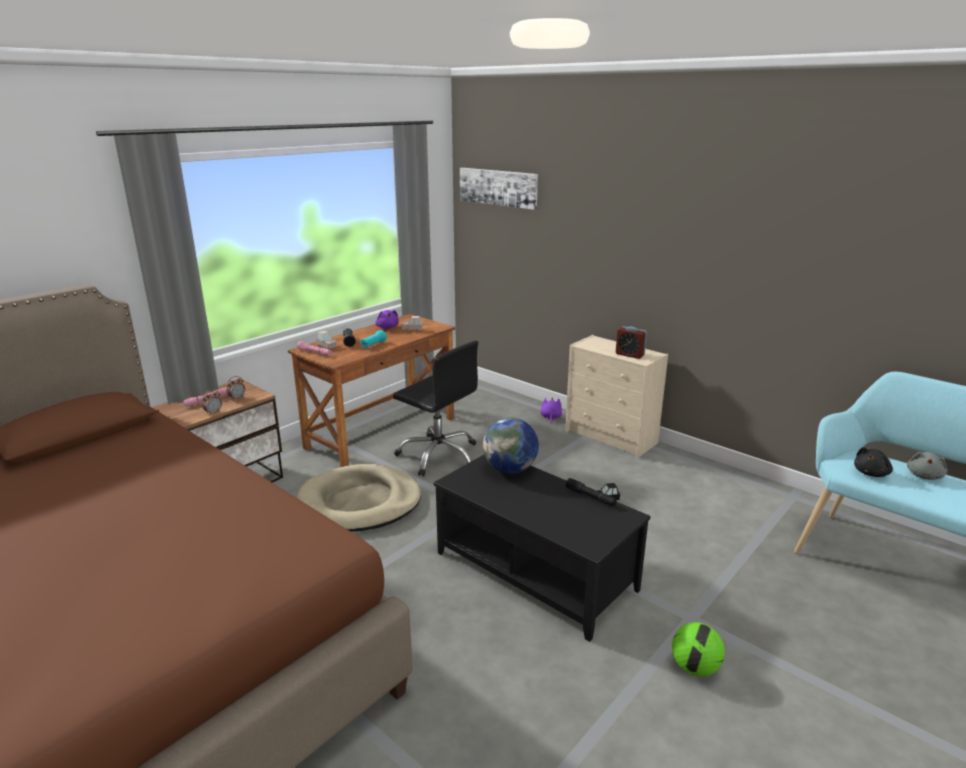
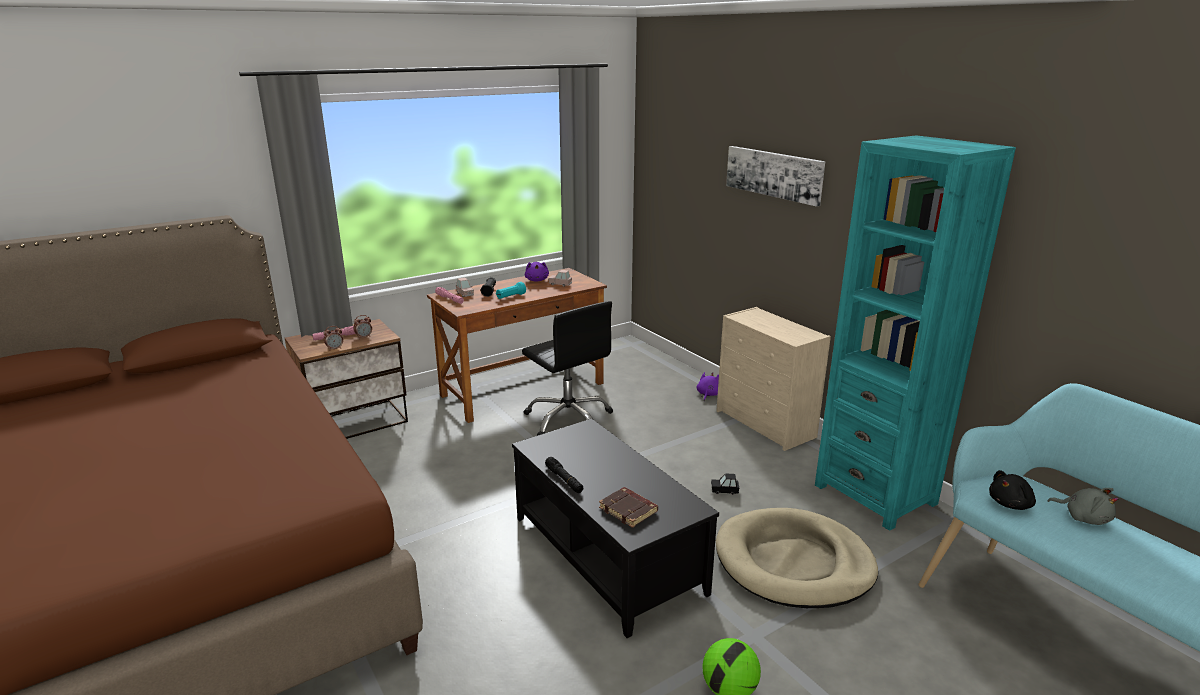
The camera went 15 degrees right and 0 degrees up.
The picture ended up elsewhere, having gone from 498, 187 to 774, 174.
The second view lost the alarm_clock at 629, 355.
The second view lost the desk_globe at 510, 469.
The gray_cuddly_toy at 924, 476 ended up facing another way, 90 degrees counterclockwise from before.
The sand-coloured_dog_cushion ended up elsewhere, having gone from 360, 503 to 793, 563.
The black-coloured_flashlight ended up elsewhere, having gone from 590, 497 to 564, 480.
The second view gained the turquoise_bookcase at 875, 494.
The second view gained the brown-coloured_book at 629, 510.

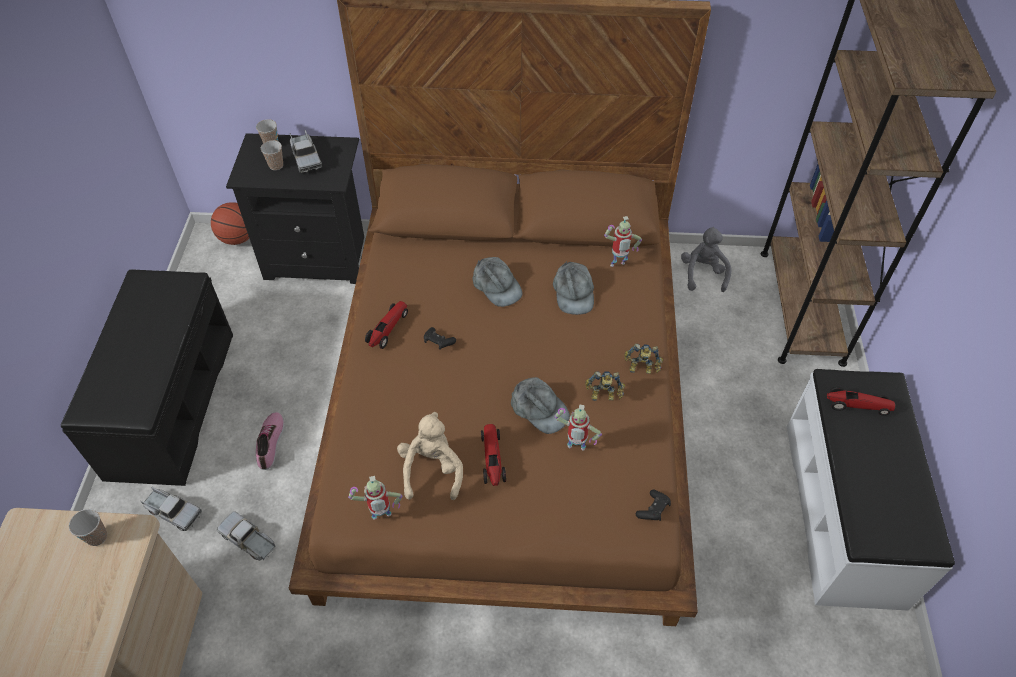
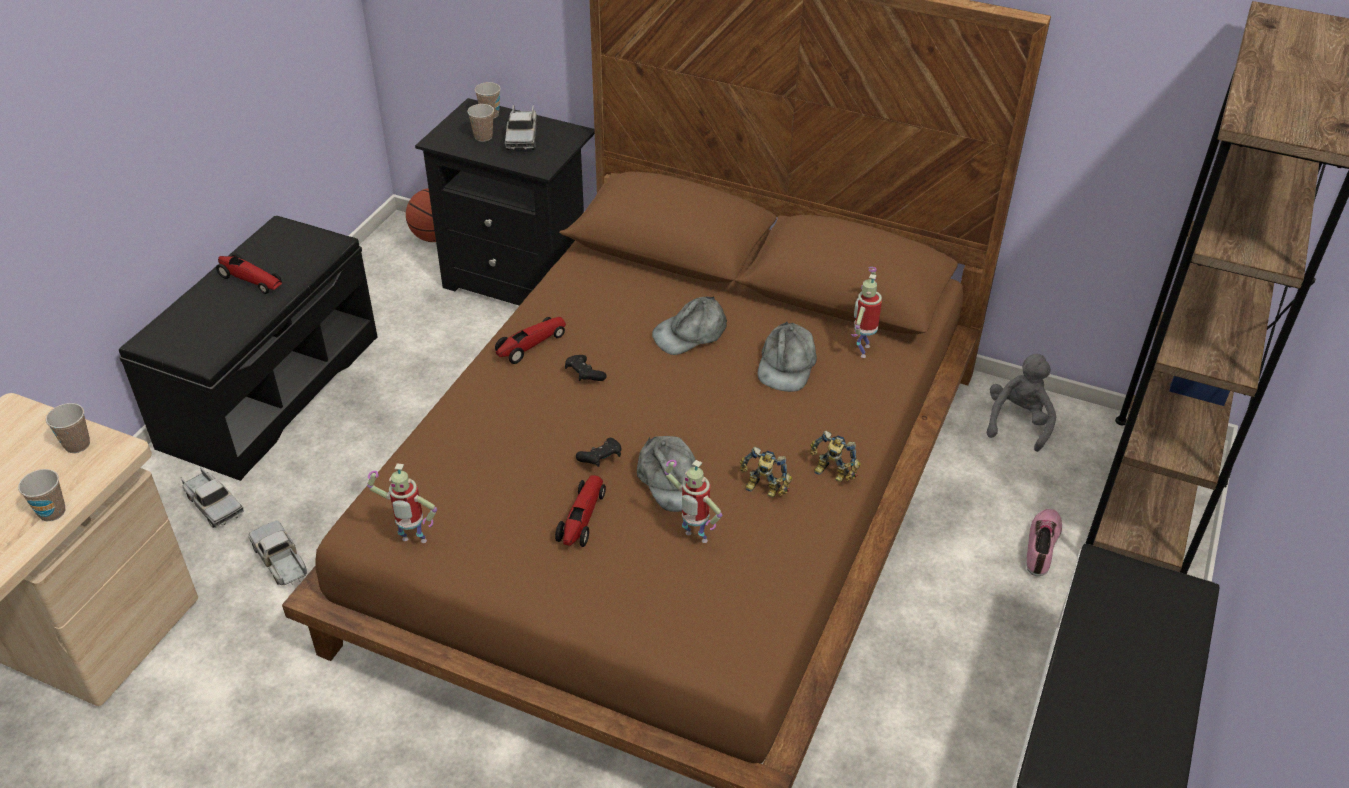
The camera went 20 degrees right and 10 degrees down.
The toy_robot at 618, 266 ended up facing another way, 105 degrees clockwise from before.
The gray_peaked_cap at 496, 286 ended up facing another way, 75 degrees clockwise from before.
The model_car ended up elsewhere, having gone from 857, 405 to 250, 280.
The low_shoe ended up elsewhere, having gone from 271, 442 to 1043, 545.
The second view lost the sand-coloured_cuddly_toy at 432, 469.
The black-coloured_game_controller ended up elsewhere, having gone from 653, 510 to 601, 459.
The second view gained the drinking_cup at 52, 512.

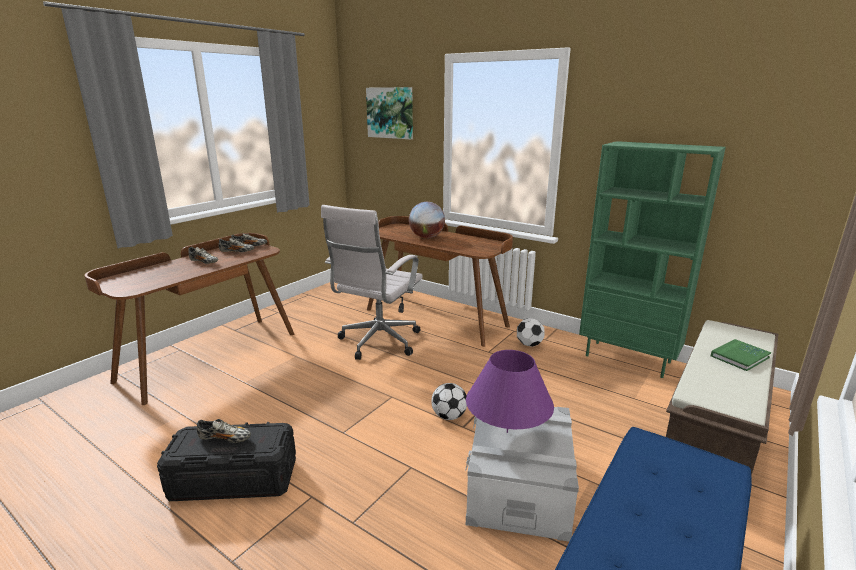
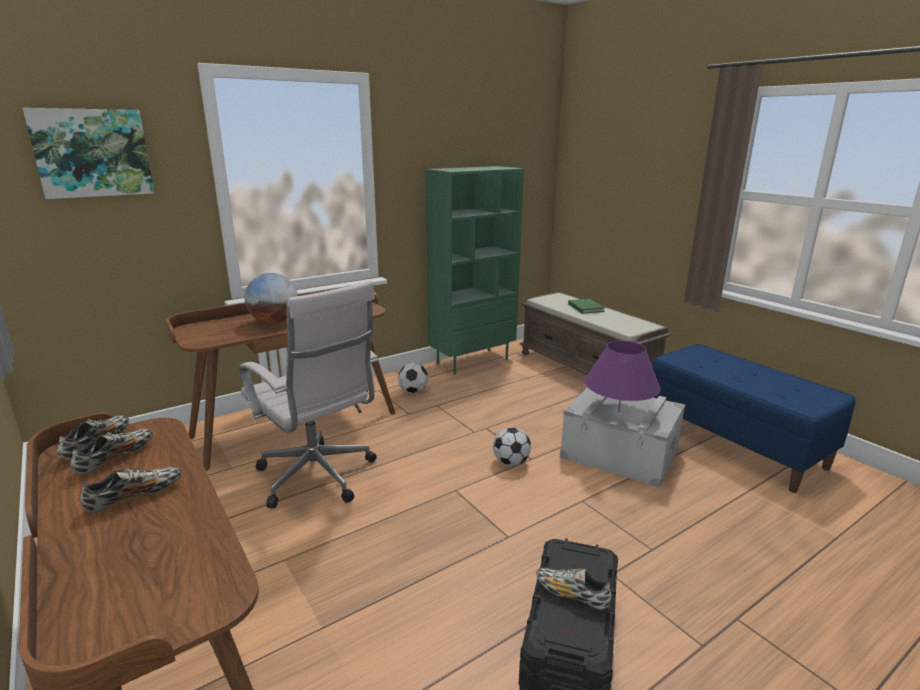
The camera went 70 degrees left and 0 degrees up.
The low_shoe at 225, 439 ended up facing another way, 90 degrees counterclockwise from before.

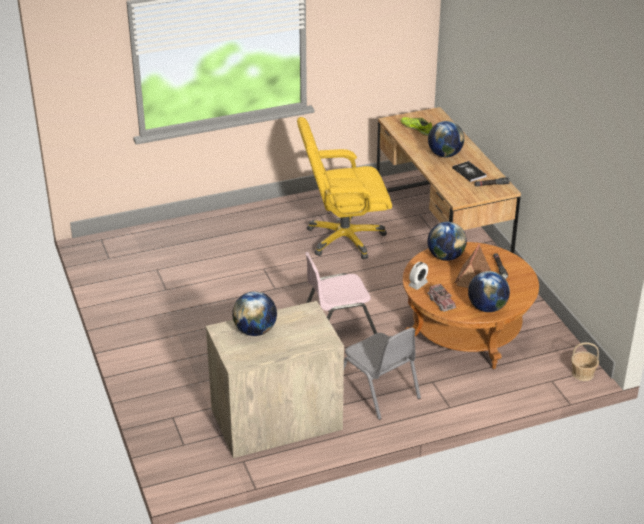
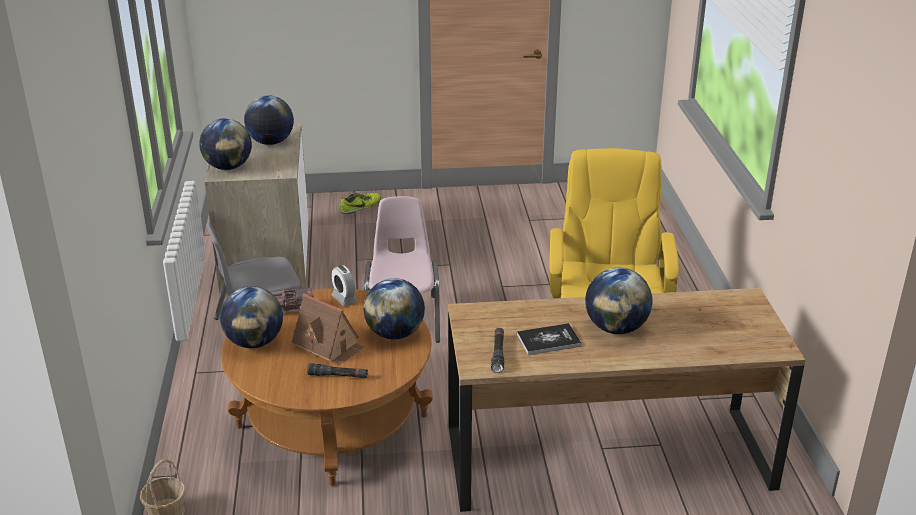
The camera went 105 degrees right and 5 degrees down.
The low_shoe ended up elsewhere, having gone from 416, 129 to 361, 207.
The second view gained the desk_globe at 228, 167.

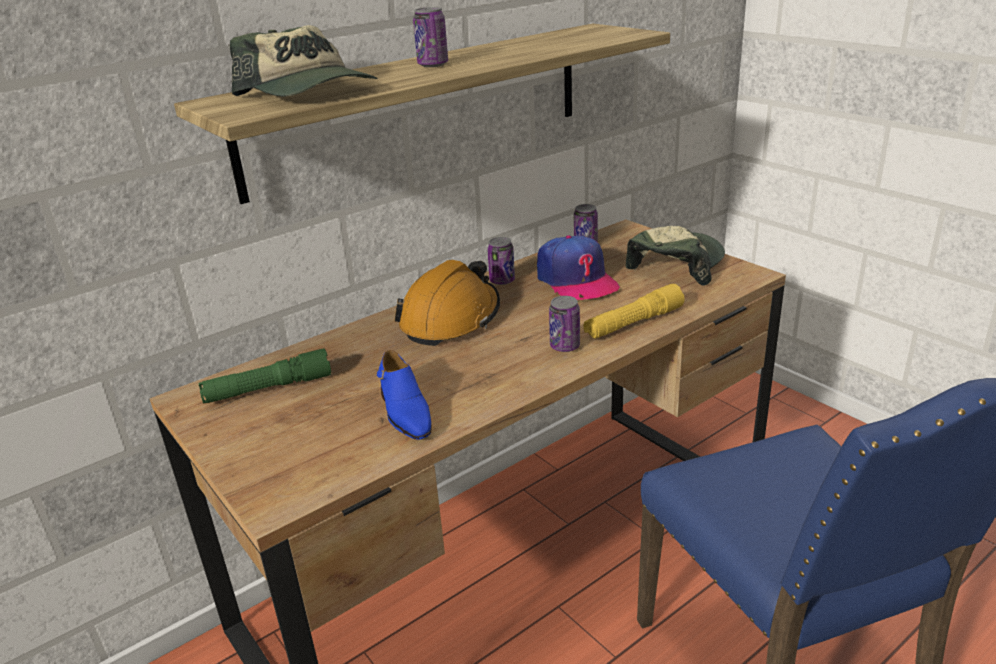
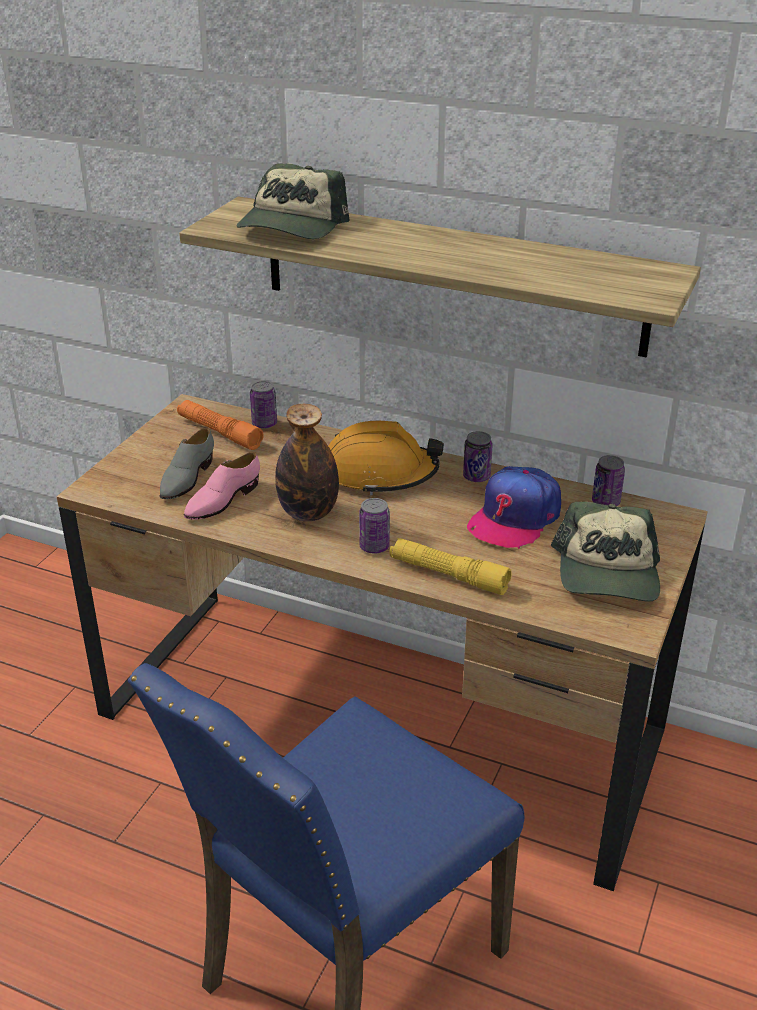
The camera went 60 degrees right and 5 degrees up.
The can ended up elsewhere, having gone from 433, 65 to 264, 424.
The peaked_cap at 676, 265 ended up facing another way, 90 degrees clockwise from before.
What was the green-coloured_flashlight at 268, 389 turned into the orange_flashlight at 219, 432.
What was the blue_low_shoe at 405, 412 turned into the pinkish_low_shoe at 222, 500.
The second view gained the drink_bottle at 308, 513.
The second view gained the gray_low_shoe at 186, 478.

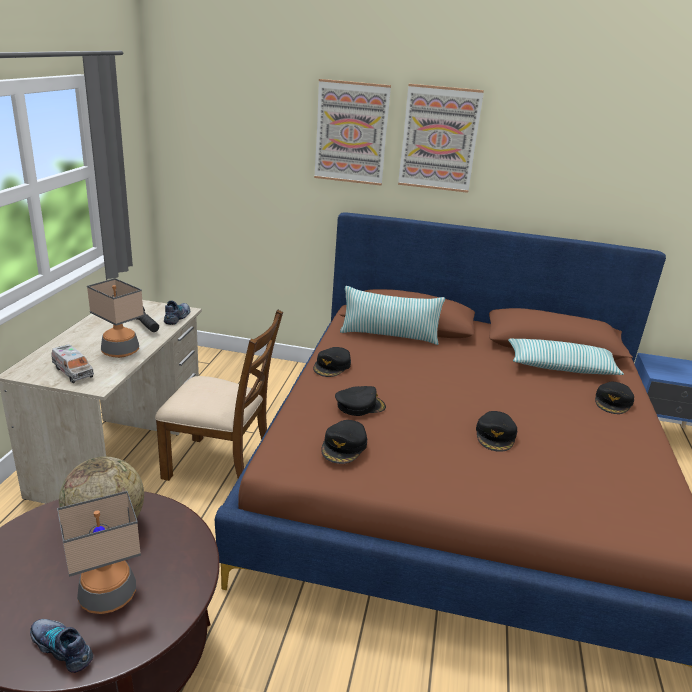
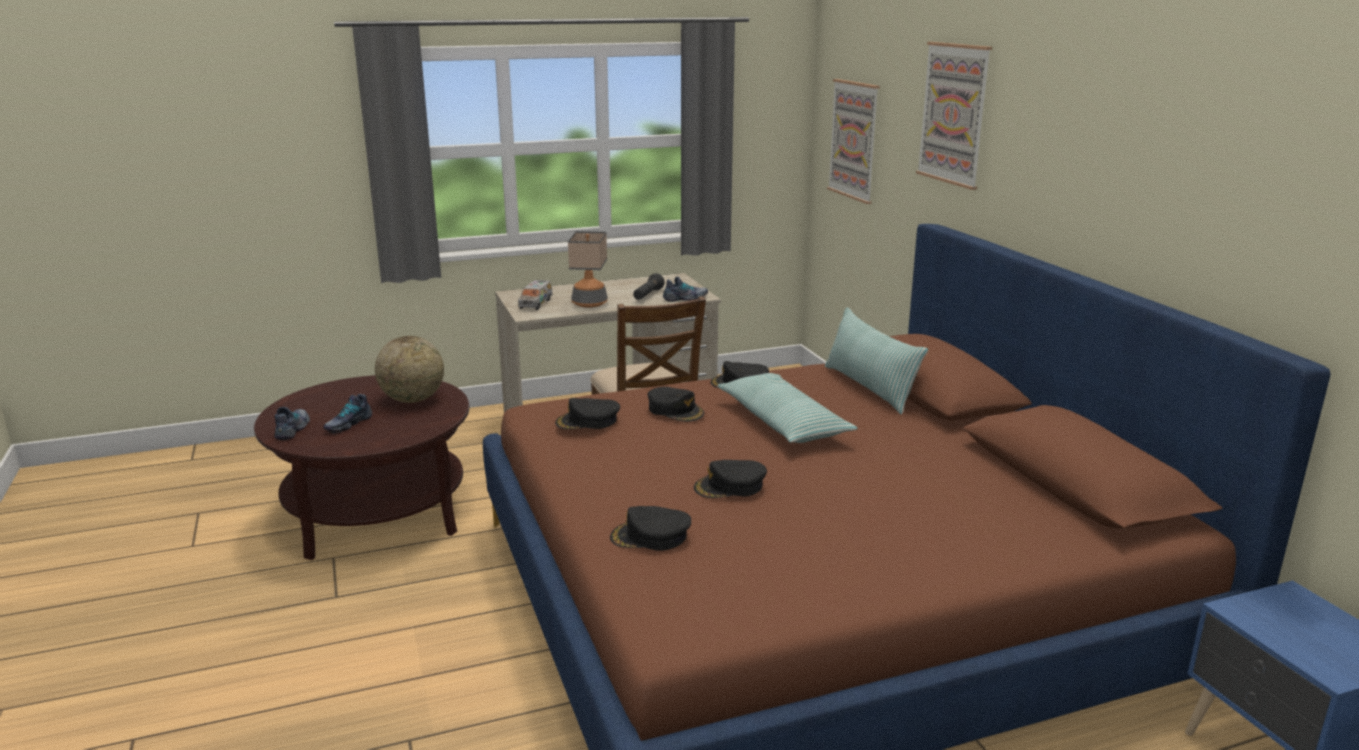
The camera went 60 degrees right and 5 degrees down.
The picture ended up elsewhere, having gone from 439, 139 to 854, 140.
The cushion ended up elsewhere, having gone from 561, 367 to 783, 422.
The black-coloured_peaked_cap ended up elsewhere, having gone from 613, 402 to 650, 536.
Where the table_lamp stood at 108, 595, the low_shoe came to stand at 347, 424.

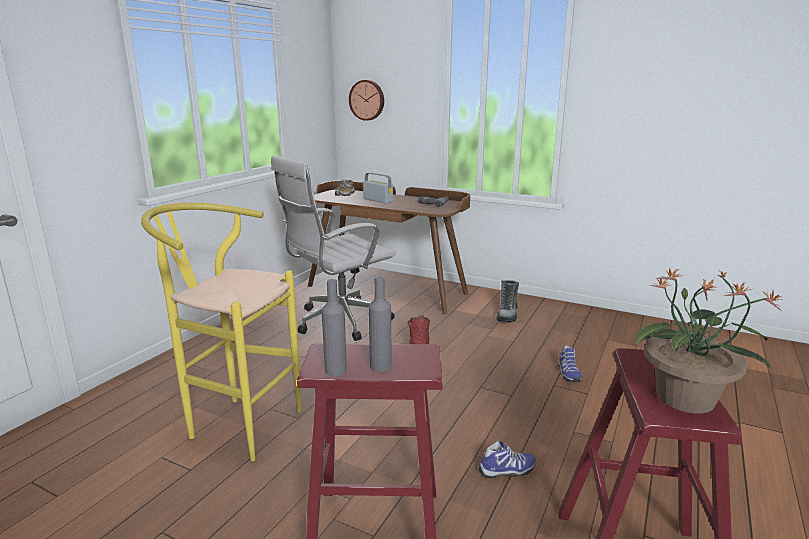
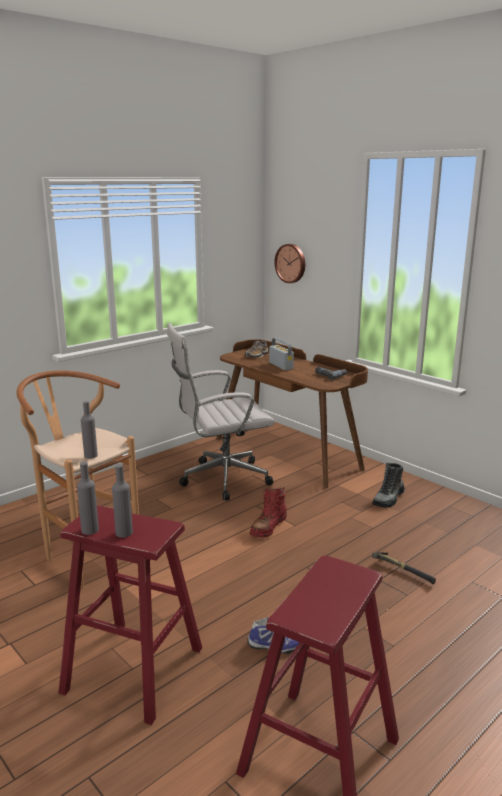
The camera went 20 degrees right and 0 degrees up.
What was the yellowish_stool at 236, 423 turned into the brown-coloured_stool at 86, 555.
The second view lost the plant_in_a_pot at 687, 399.
Where the low_shoe stood at 567, 373, the hammer came to stand at 402, 571.
The second view gained the gray_drink_bottle at 90, 455.

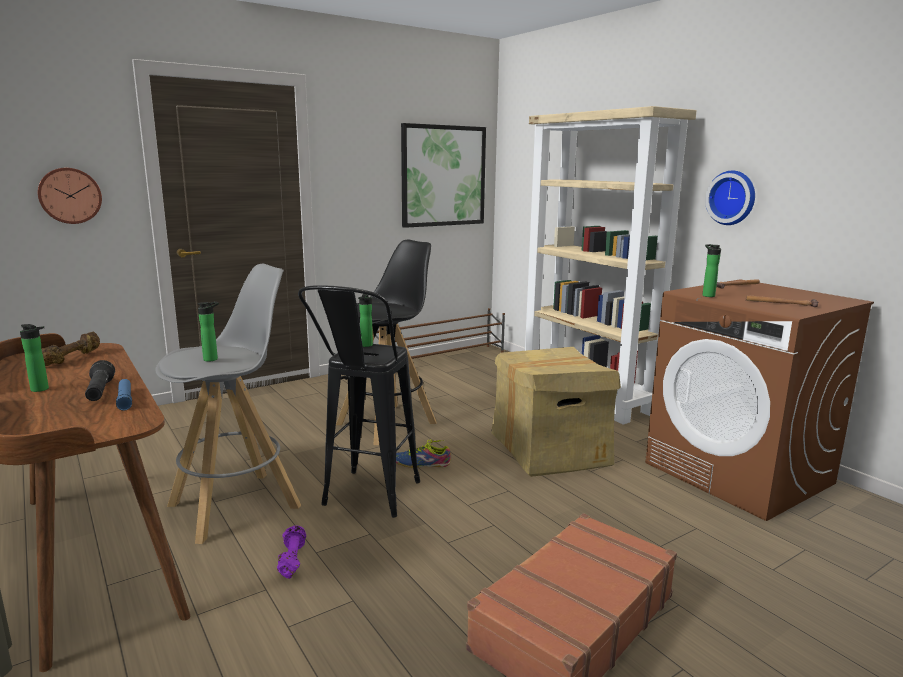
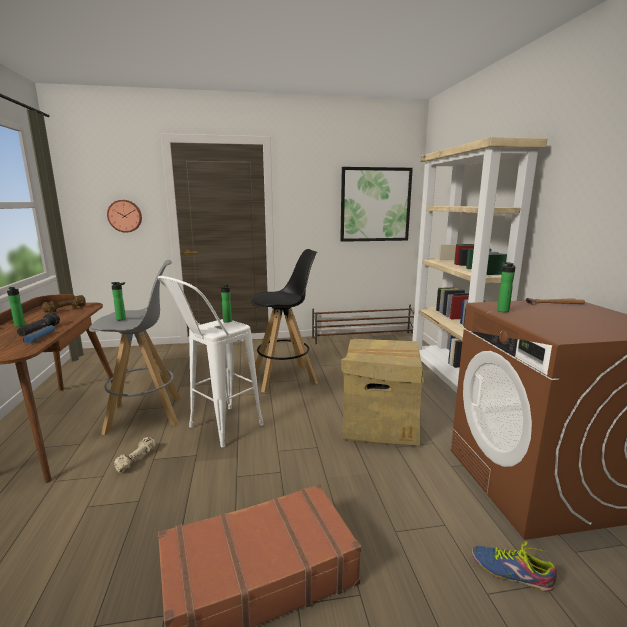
The camera went 25 degrees right and 0 degrees up.
The second view lost the hanging_clock at 732, 198.
What was the black-coloured_stool at 366, 501 turned into the whitish_stool at 217, 431.
The second view lost the hammer at 780, 303.
The low_shoe ended up elsewhere, having gone from 422, 463 to 511, 572.
What was the purplish_dumbbell at 291, 560 turned into the sand-coloured_dumbbell at 135, 460.

